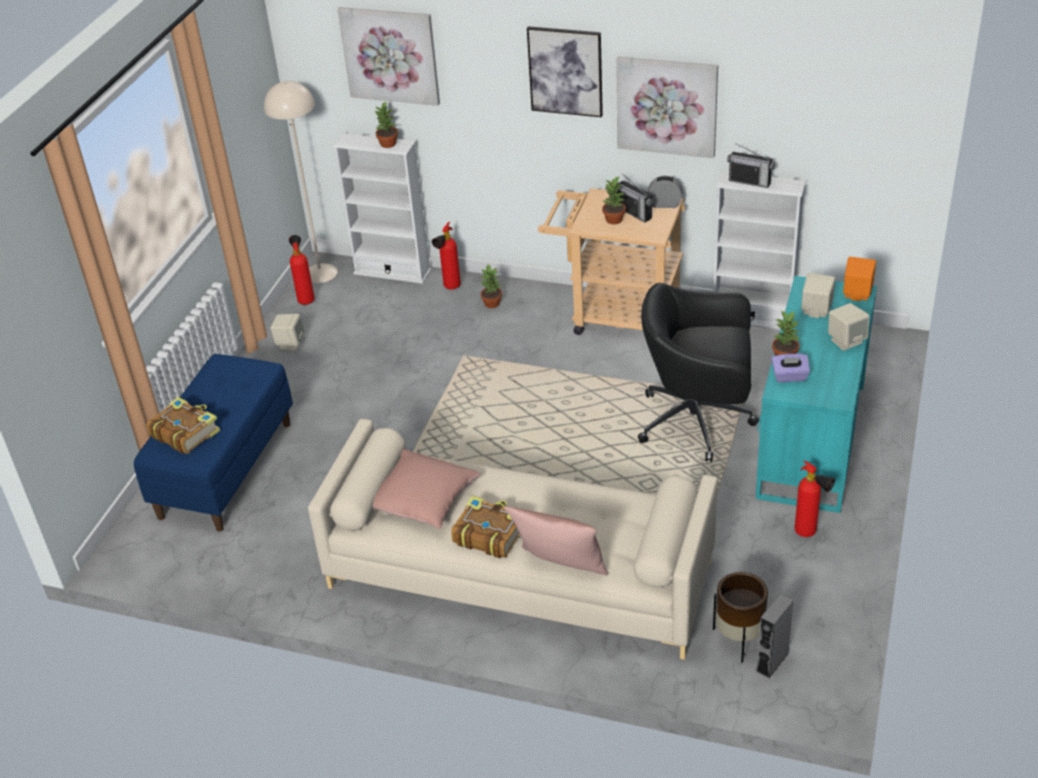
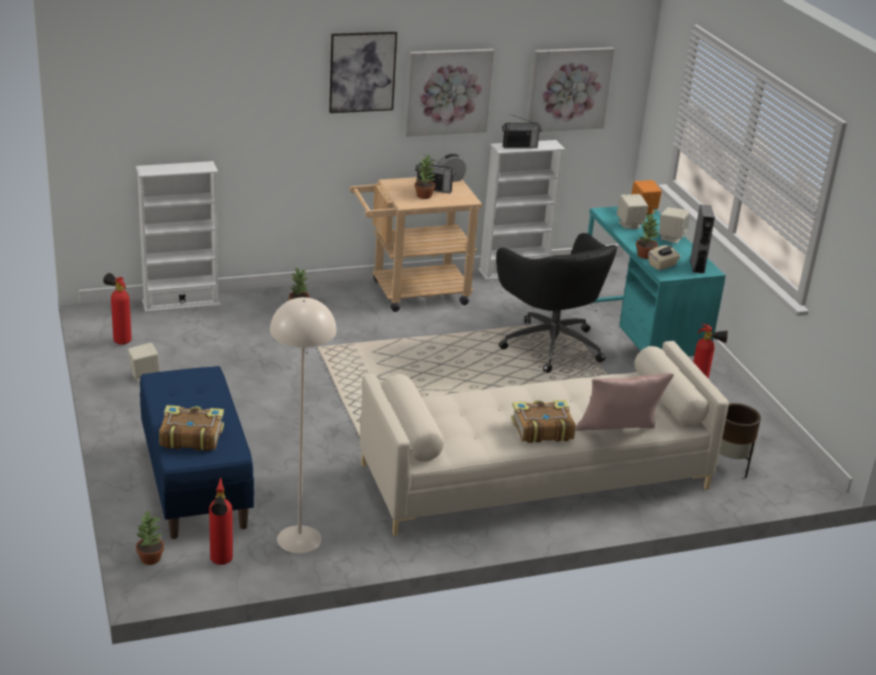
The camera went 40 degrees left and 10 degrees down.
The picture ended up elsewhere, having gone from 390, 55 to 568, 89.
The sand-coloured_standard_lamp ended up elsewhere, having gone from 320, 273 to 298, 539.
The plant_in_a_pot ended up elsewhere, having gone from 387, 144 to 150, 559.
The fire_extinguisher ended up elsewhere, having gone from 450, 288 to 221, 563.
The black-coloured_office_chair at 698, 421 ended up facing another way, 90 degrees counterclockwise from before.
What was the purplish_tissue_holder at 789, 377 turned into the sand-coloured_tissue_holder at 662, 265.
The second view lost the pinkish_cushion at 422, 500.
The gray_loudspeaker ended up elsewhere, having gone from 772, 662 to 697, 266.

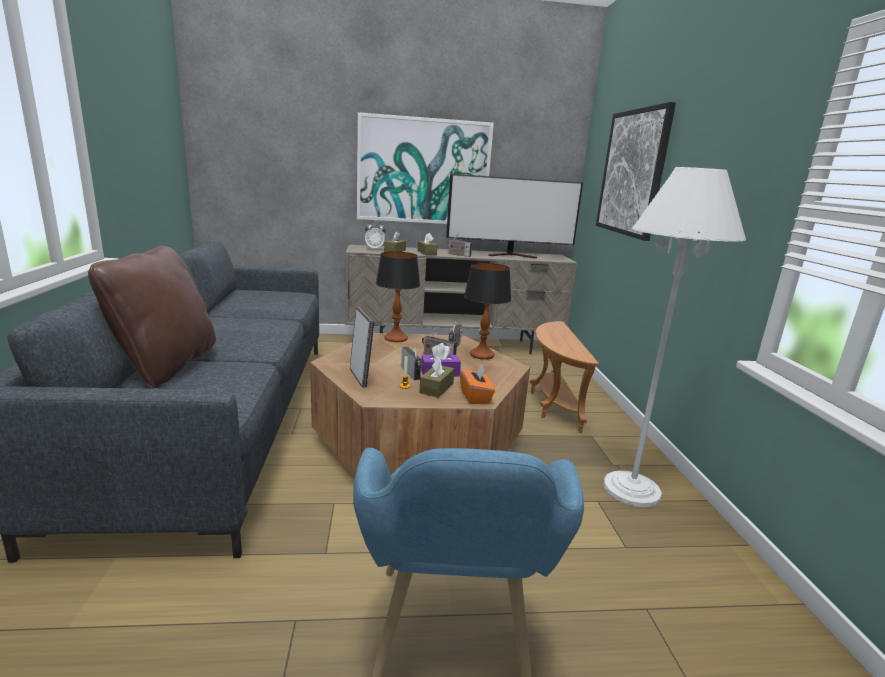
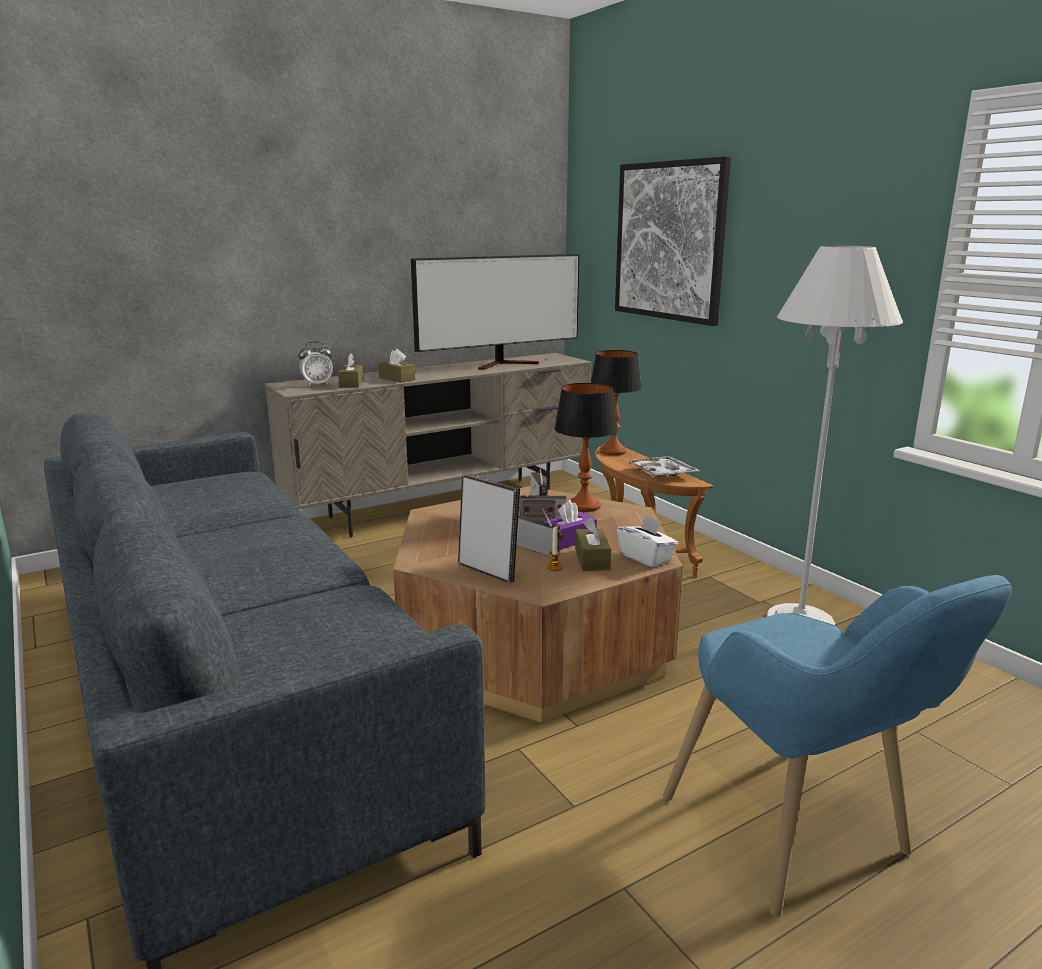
The camera went 25 degrees left and 0 degrees up.
The second view lost the picture at 423, 171.
The second view lost the radio_receiver at 458, 255.
The second view lost the brown-coloured_cushion at 167, 365.
The table_lamp ended up elsewhere, having gone from 396, 338 to 613, 451.
What was the orange_tissue_holder at 475, 397 turned into the whitish_tissue_holder at 646, 558.
The second view gained the serving_tray at 661, 473.

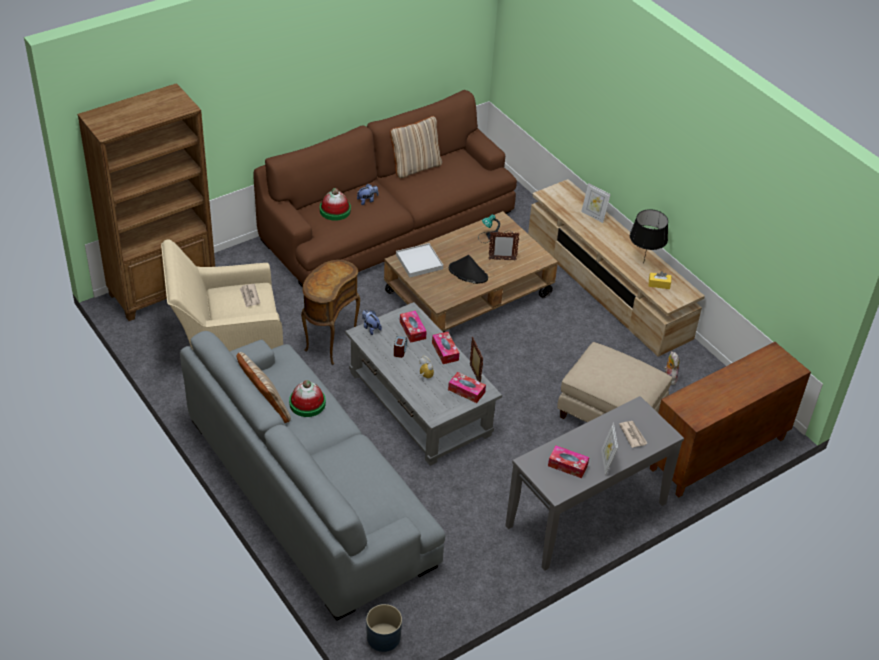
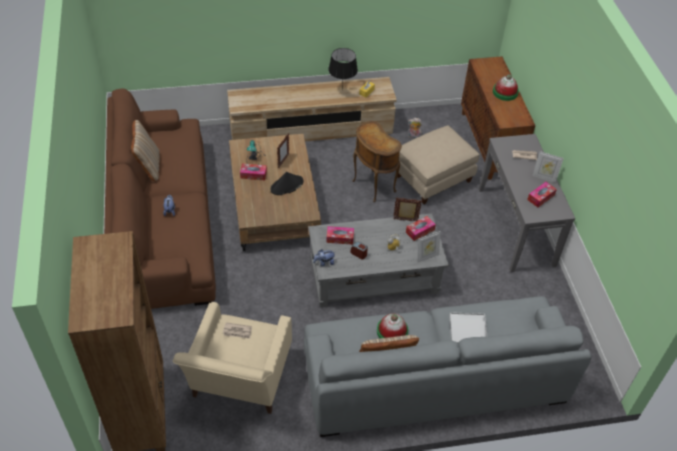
The camera went 65 degrees left and 5 degrees up.
The picture_frame ended up elsewhere, having gone from 593, 216 to 427, 256.
The hat ended up elsewhere, having gone from 335, 210 to 505, 92.
The whitish_serving_tray ended up elsewhere, having gone from 419, 262 to 468, 330.
The brown-coloured_end_table ended up elsewhere, having gone from 329, 343 to 372, 187.
The tissue_holder ended up elsewhere, having gone from 445, 351 to 253, 174.
The second view lost the blue_flower_pot at 383, 637.

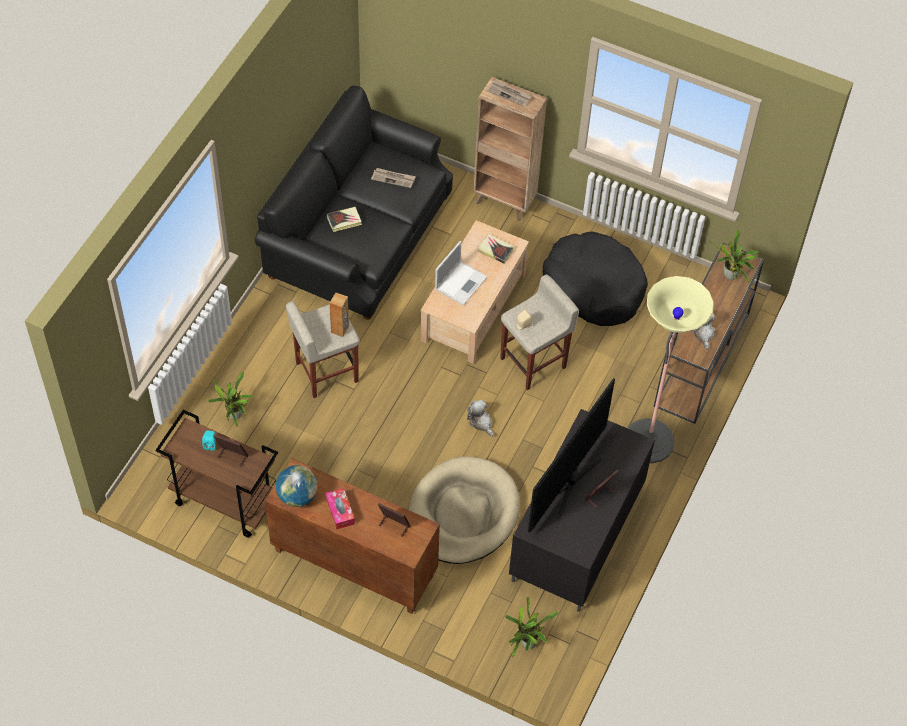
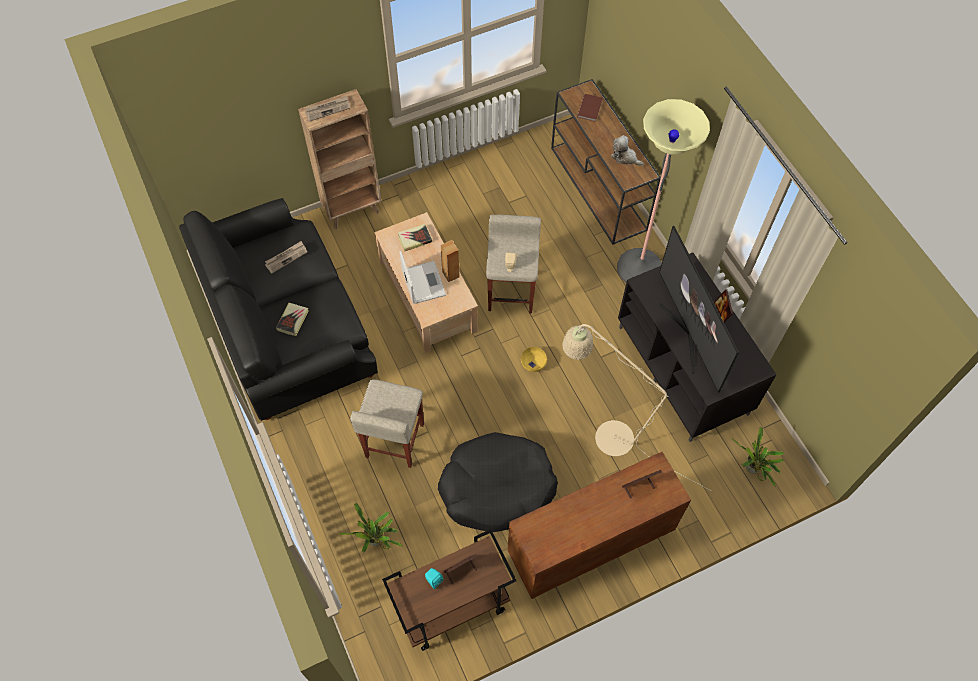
The camera went 50 degrees left and 5 degrees up.
Where the plant_in_a_pot stood at 730, 277, the brown-coloured_book came to stand at 590, 108.
The black-coloured_dog_cushion ended up elsewhere, having gone from 594, 287 to 497, 487.
The brown-coloured_loudspeaker ended up elsewhere, having gone from 340, 329 to 451, 274.
Where the cuddly_toy stood at 480, 422, the yellowish_deep_dish came to stand at 533, 364.
Where the sand-coloured_dog_cushion stood at 463, 513, the sand-coloured_standard_lamp came to stand at 605, 433.
The second view lost the desk_globe at 297, 496.
The second view lost the tissue_holder at 340, 511.

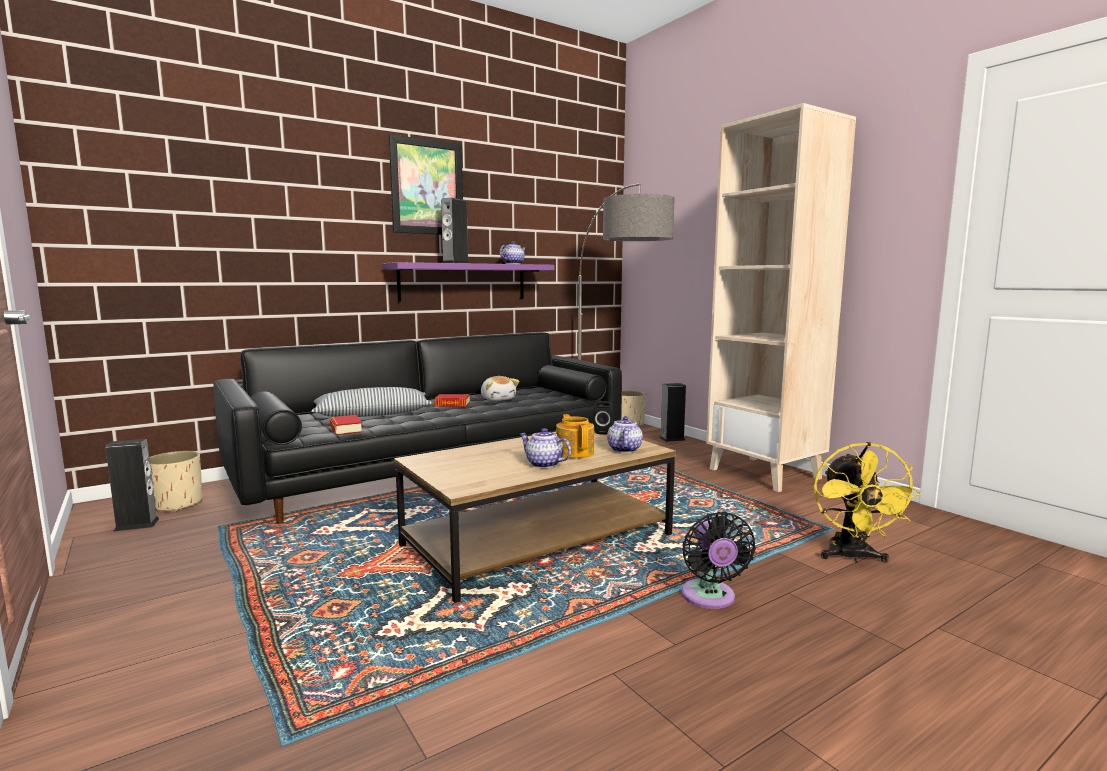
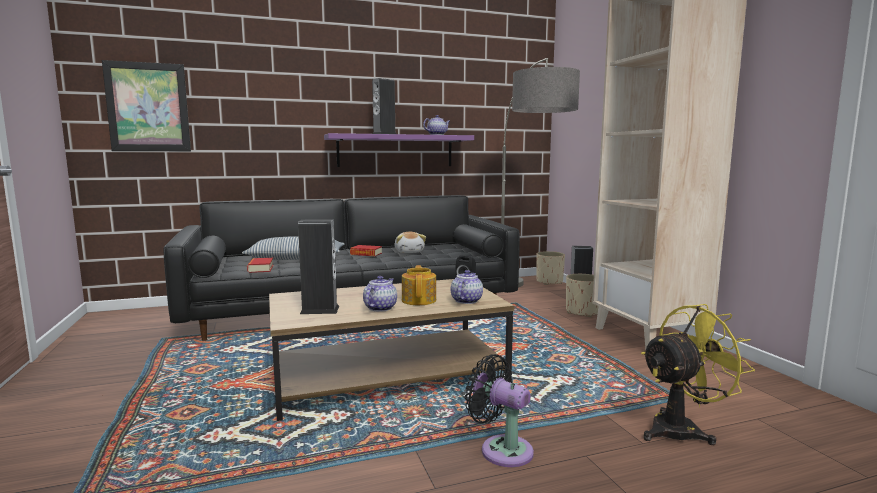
The camera went 15 degrees right and 0 degrees up.
The picture ended up elsewhere, having gone from 427, 187 to 148, 107.
The tea_pot at 543, 464 ended up facing another way, 60 degrees clockwise from before.
The loudspeaker ended up elsewhere, having gone from 137, 524 to 319, 310.
The yellowish_cooling_fan at 852, 557 ended up facing another way, 135 degrees counterclockwise from before.
The sand-coloured_flower_pot ended up elsewhere, having gone from 177, 504 to 582, 312.
The black-coloured_cooling_fan at 709, 598 ended up facing another way, 120 degrees clockwise from before.

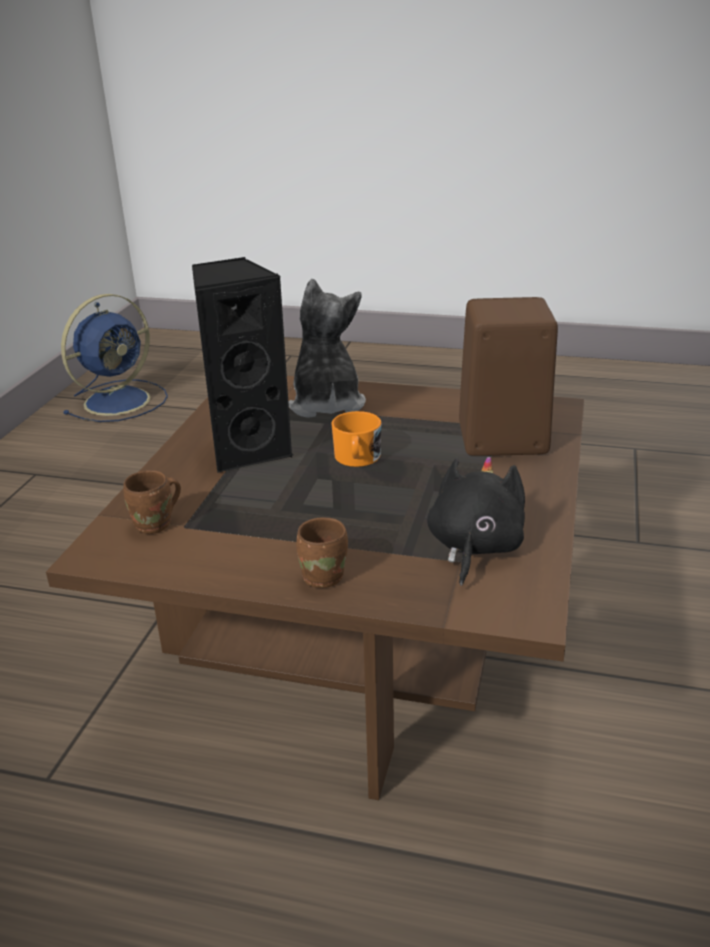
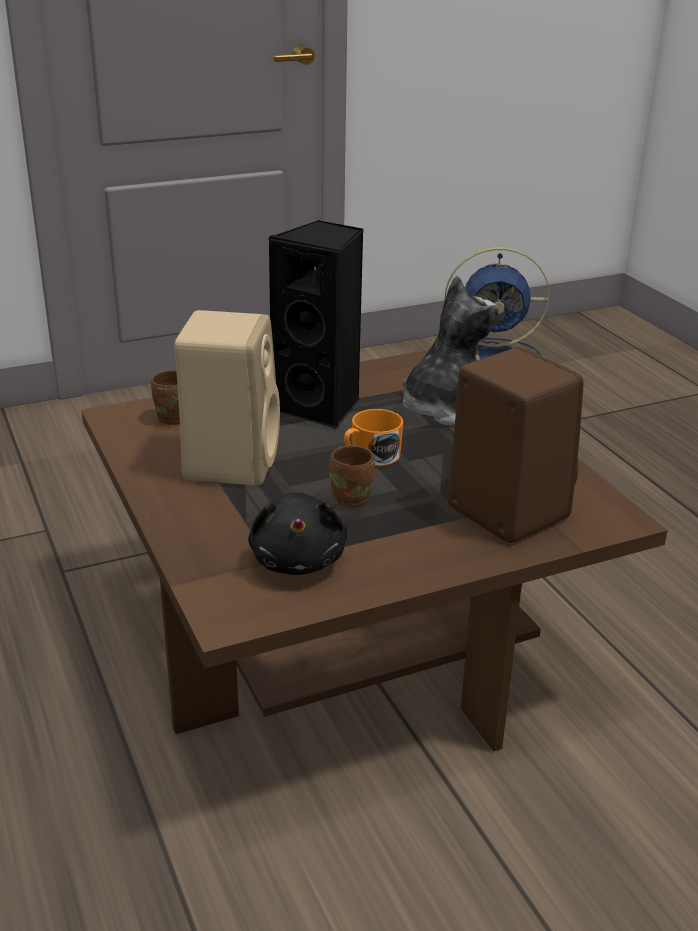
The camera went 50 degrees right and 0 degrees up.
The black-coloured_cuddly_toy at 474, 547 ended up facing another way, 105 degrees clockwise from before.
The brown-coloured_coffee_mug ended up elsewhere, having gone from 324, 575 to 354, 498.
The second view gained the sand-coloured_loudspeaker at 231, 461.

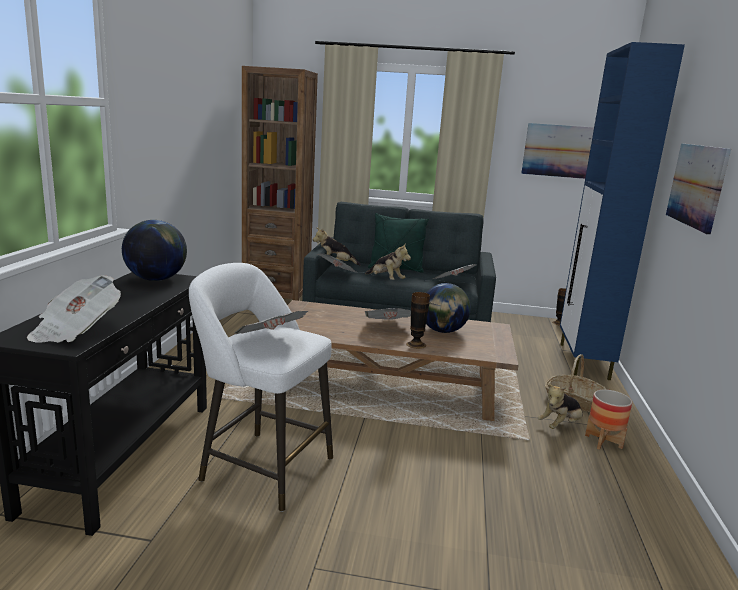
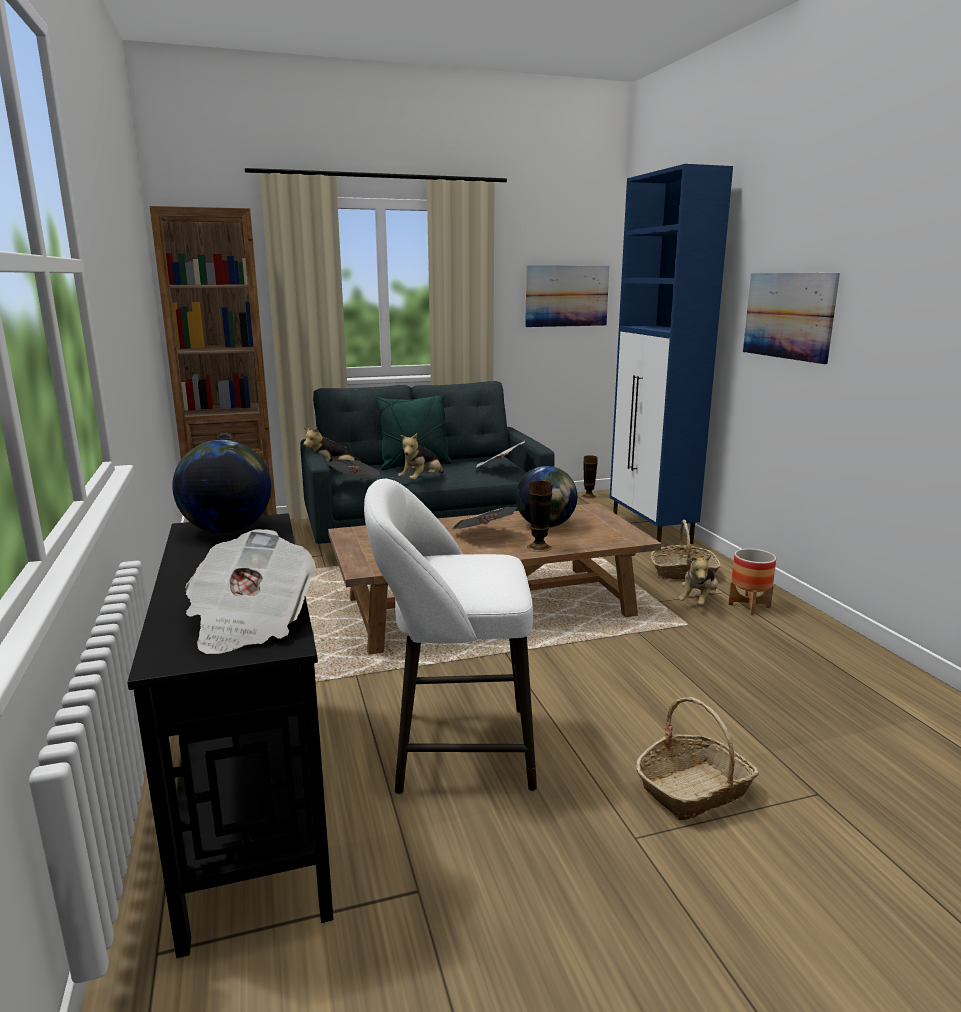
The camera went 25 degrees left and 0 degrees up.
The cuddly_toy at 386, 280 ended up facing another way, 105 degrees clockwise from before.
The second view lost the daily_paper at 270, 341.
The second view gained the storage_basket at 694, 790.

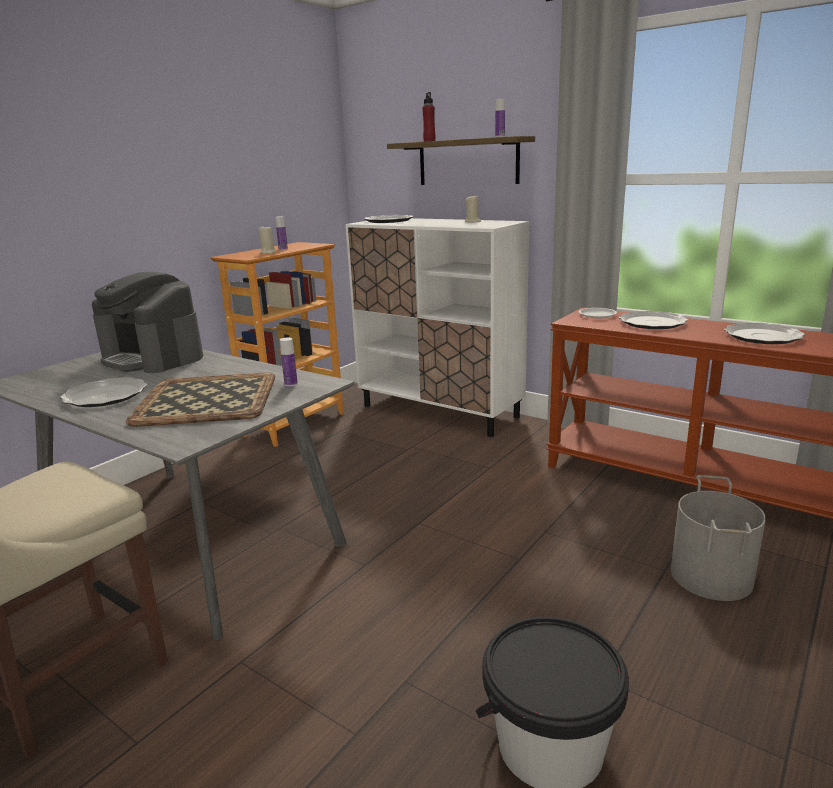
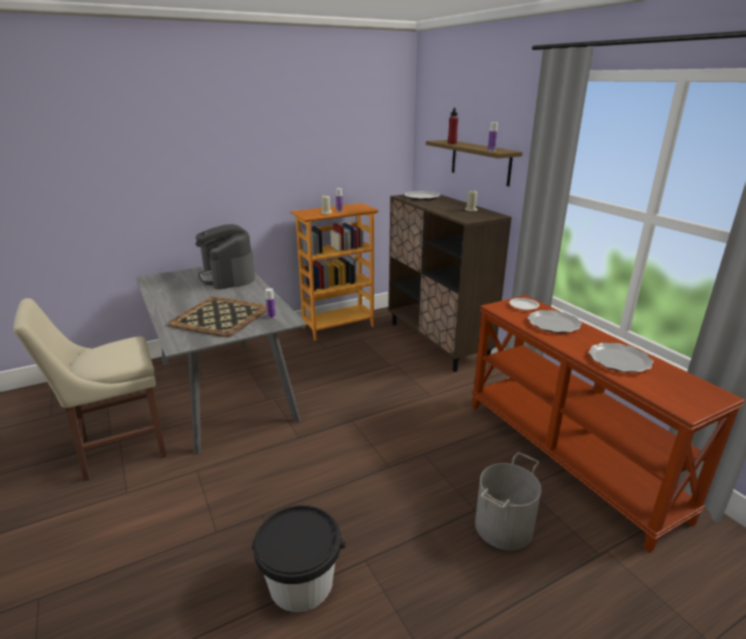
The camera went 25 degrees right and 5 degrees up.
What was the whitish_cabinet at 440, 411 turned into the brown-coloured_cabinet at 438, 341.
The second view lost the plate at 105, 396.

